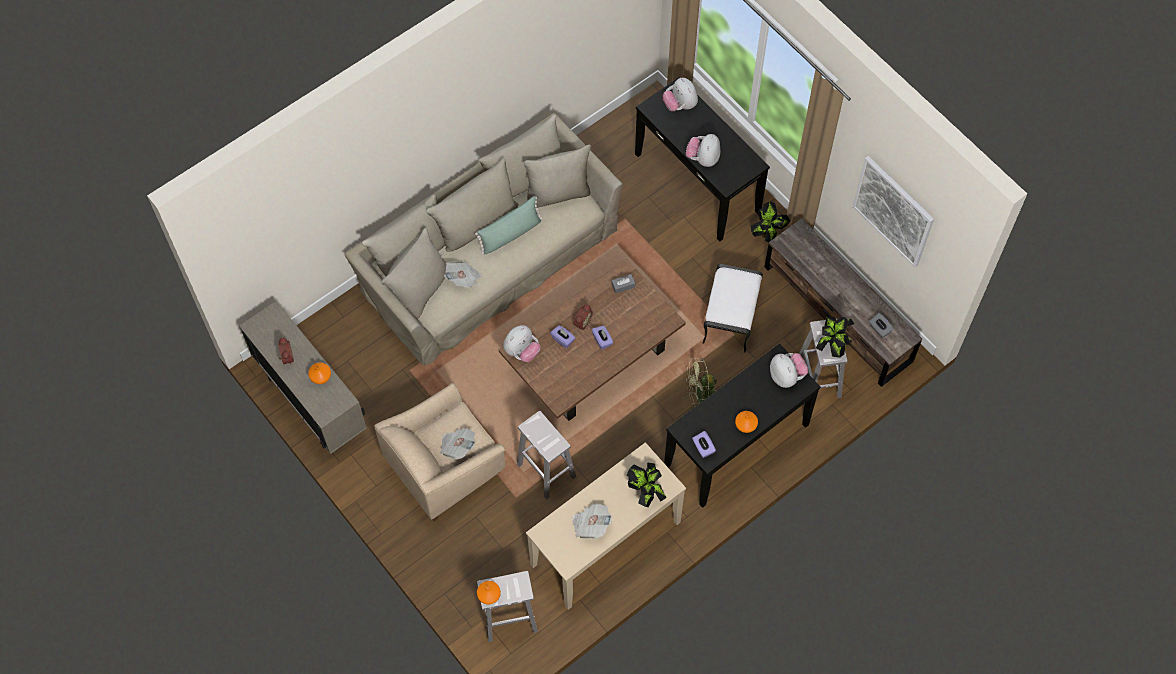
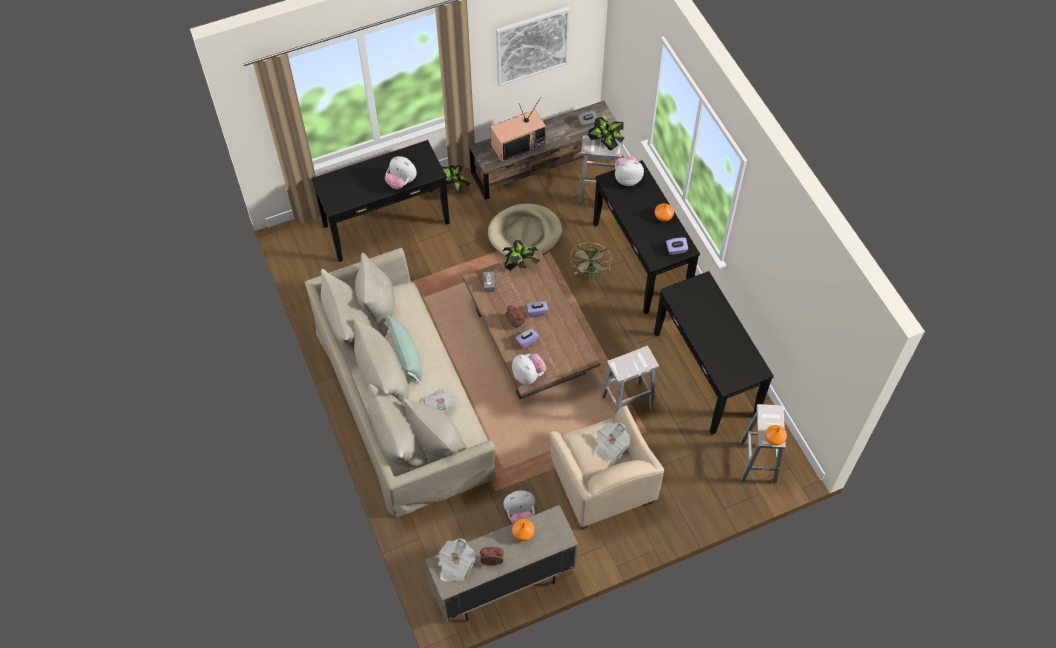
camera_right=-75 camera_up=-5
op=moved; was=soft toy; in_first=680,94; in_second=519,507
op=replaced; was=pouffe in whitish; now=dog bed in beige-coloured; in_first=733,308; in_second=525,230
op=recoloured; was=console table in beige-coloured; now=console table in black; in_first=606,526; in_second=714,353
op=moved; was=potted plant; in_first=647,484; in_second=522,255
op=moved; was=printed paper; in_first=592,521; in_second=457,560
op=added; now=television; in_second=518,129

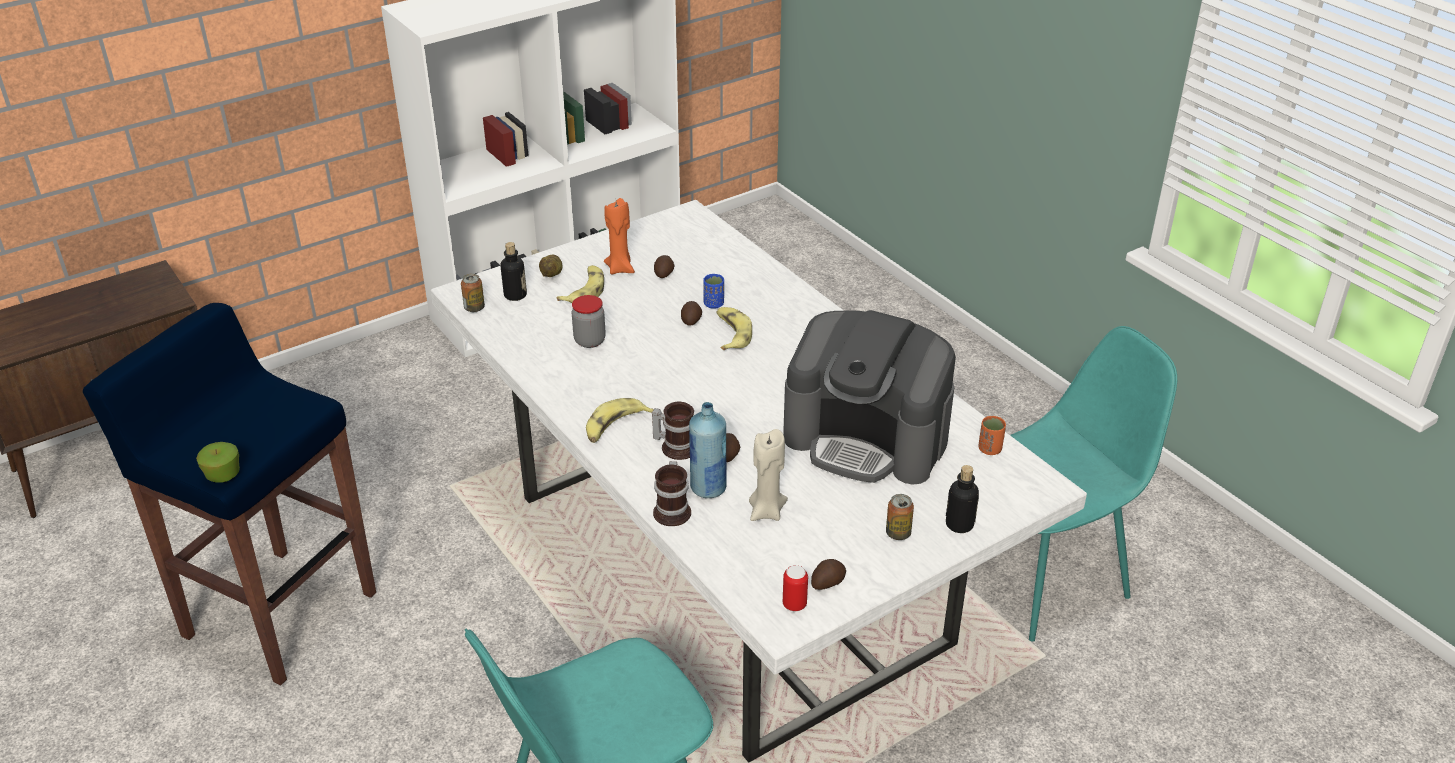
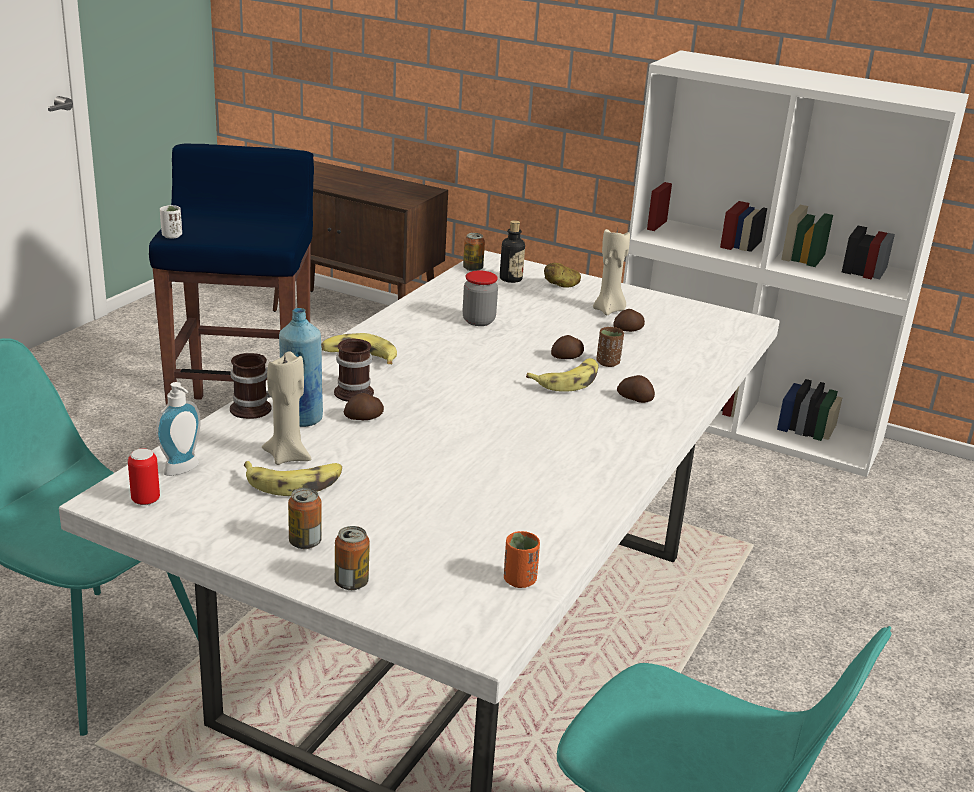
camera_right=60 camera_up=-10
op=recoloured; was=wax light in orange-coloured; now=wax light in beige-coloured; in_first=619,236; in_second=611,271
op=moved; was=banana fruit; in_first=580,284; in_second=293,478
op=recoloured; was=cup in blue; now=cup in brownish; in_first=713,291; in_second=610,347
op=removed; was=coffee maker; in_first=869,397
op=replaced; was=apple; now=cup in whitish; in_first=218,462; in_second=171,222
op=replaced; was=beverage bottle; now=can; in_first=962,499; in_second=352,558
op=moved; was=potato; in_first=828,574; in_second=636,389
op=added; now=soap bottle; in_second=178,429

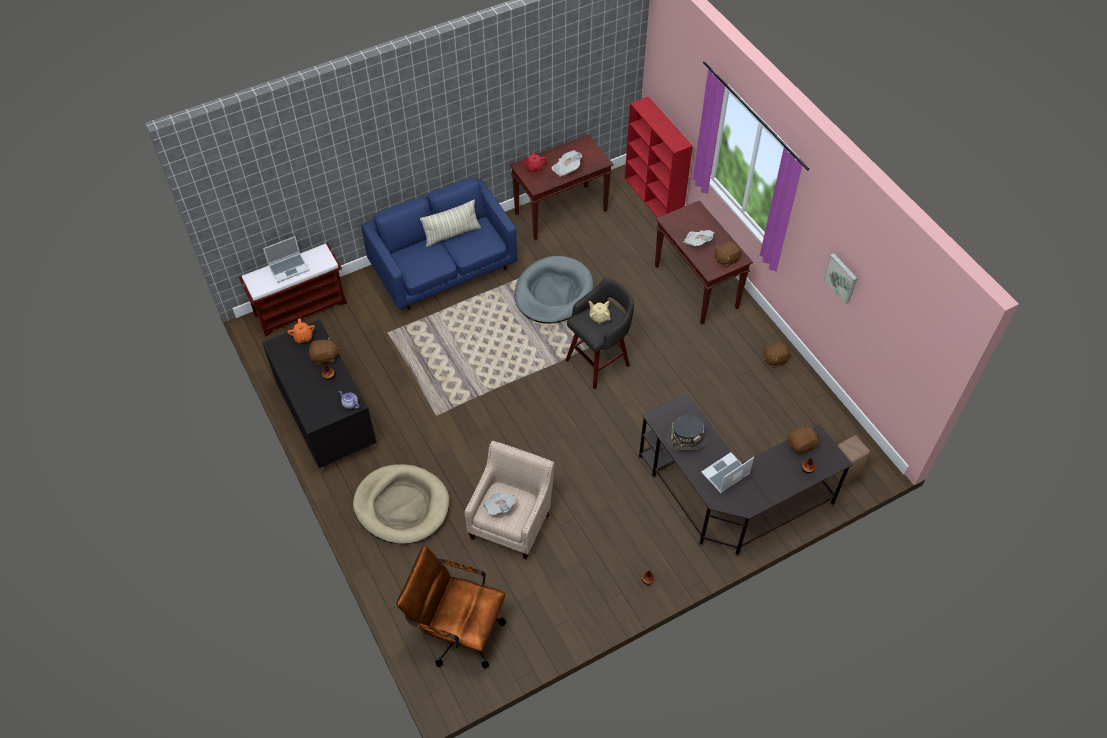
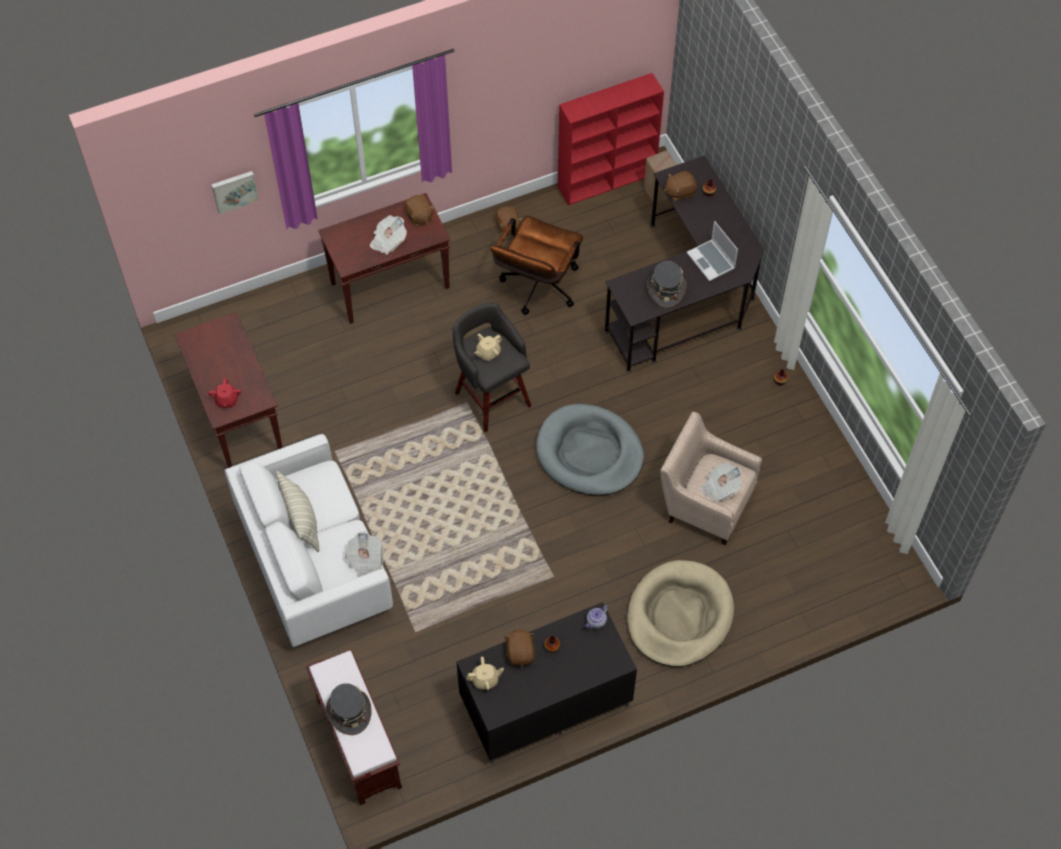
camera_right=-85 camera_up=5
op=moved; was=bookshelf in red-coloured; in_first=659,157; in_second=611,139
op=moved; was=printed paper; in_first=566,163; in_second=364,554
op=recoloured; was=couch in blue; now=couch in whitish; in_first=439,243; in_second=309,540
op=replaced; was=portable computer; now=clothing hat in gray; in_first=286,259; in_second=349,709
op=moved; was=picture; in_first=840,278; in_second=235,193
op=moved; was=dog bed in gray; in_first=554,290; in_second=590,450
op=recoloured; was=teapot in orange-coloured; now=teapot in beige-coloured; in_first=301,330; in_second=485,673
op=turned; was=soft toy in brownish; in_first=803,439; in_second=680,186; clockwise=-90
op=moved; was=computer chair in brownish; in_first=451,607; in_second=536,265

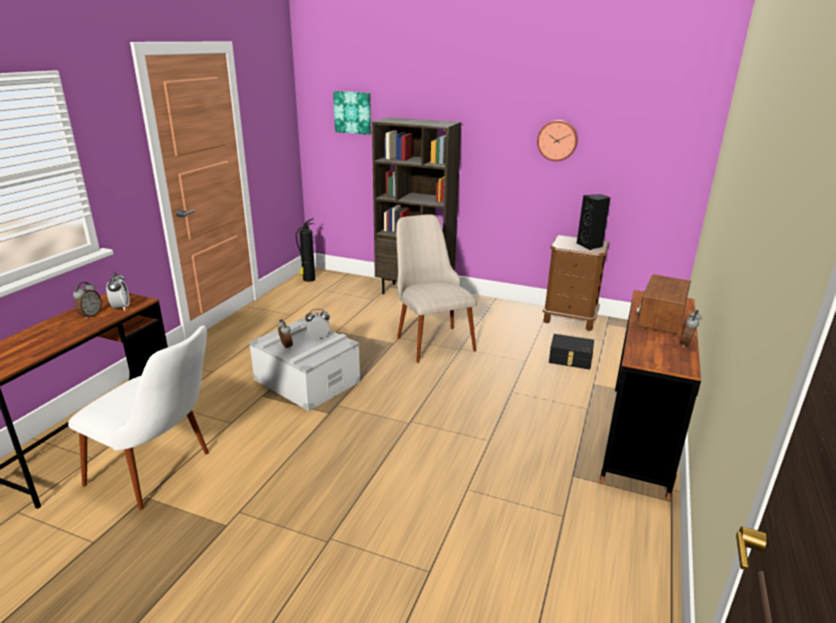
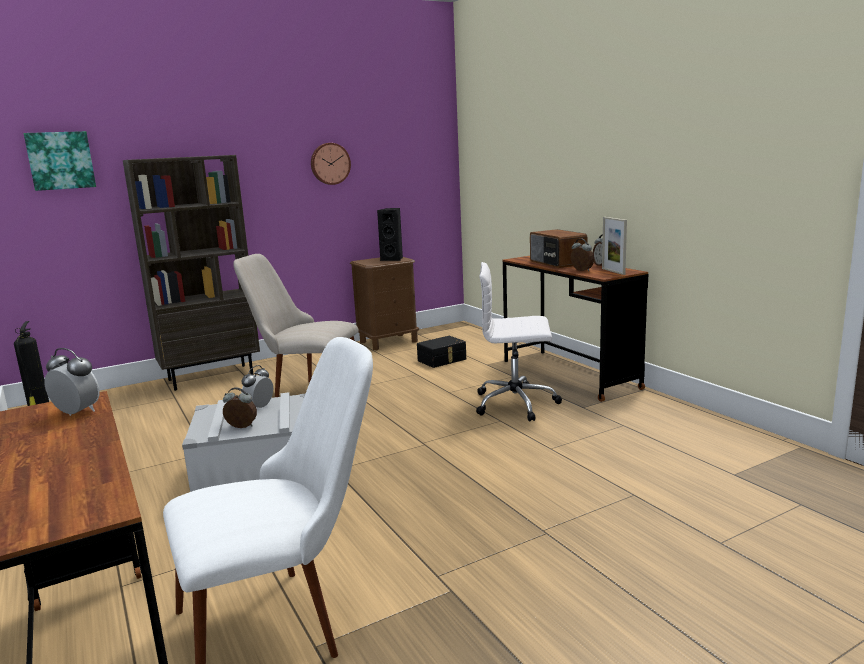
camera_right=-50 camera_up=-10
op=moved; was=table clock; in_first=87,301; in_second=582,254
op=added; now=standing frame; in_second=614,246
op=added; now=computer chair in whitish; in_second=519,342

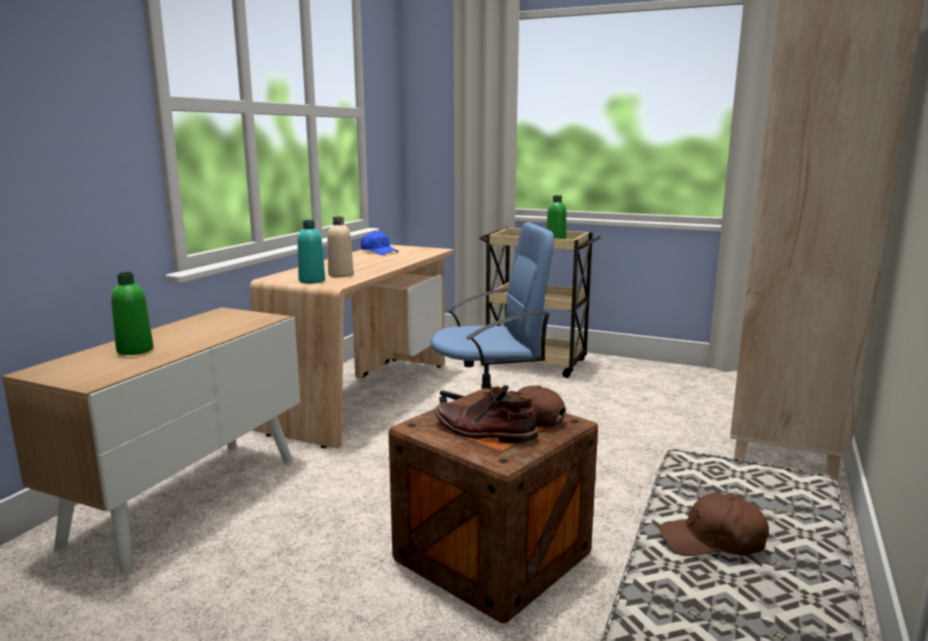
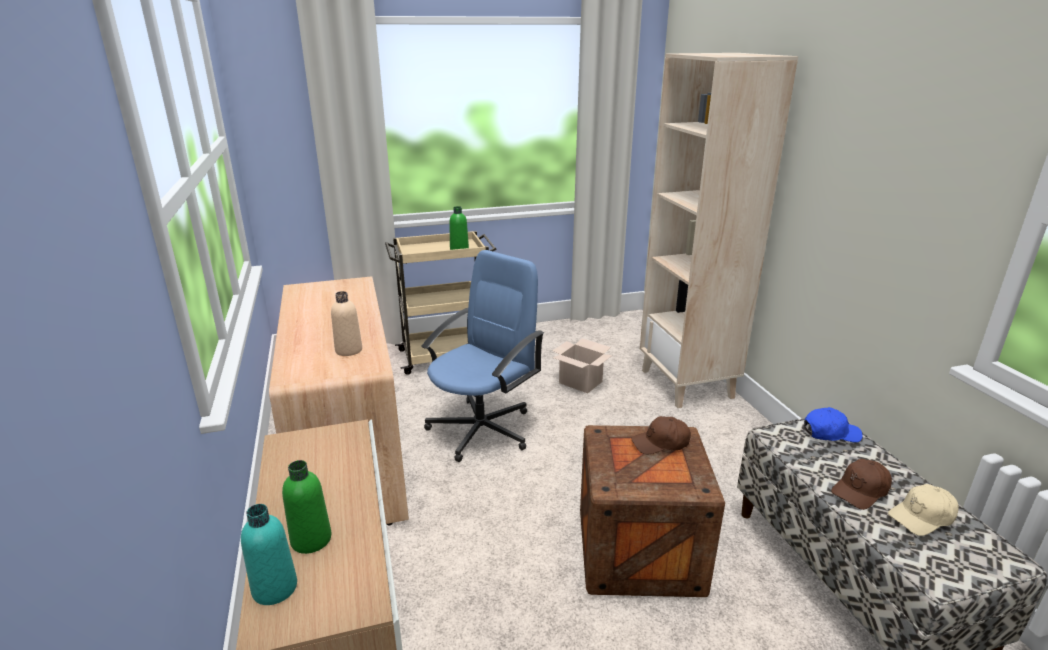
camera_right=-40 camera_up=10
op=moved; was=beverage bottle in turquoise; in_first=311,252; in_second=269,554
op=moved; was=cap in blue; in_first=380,243; in_second=833,425
op=removed; was=boot in brownish; in_first=486,415
op=added; now=carton; in_second=582,365
op=added; now=cap in beige-coloured; in_second=923,510

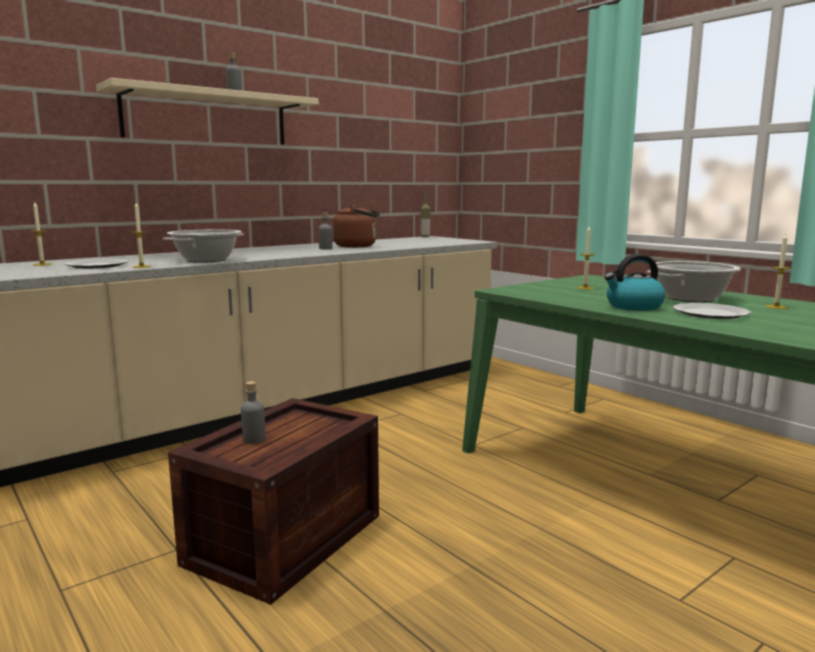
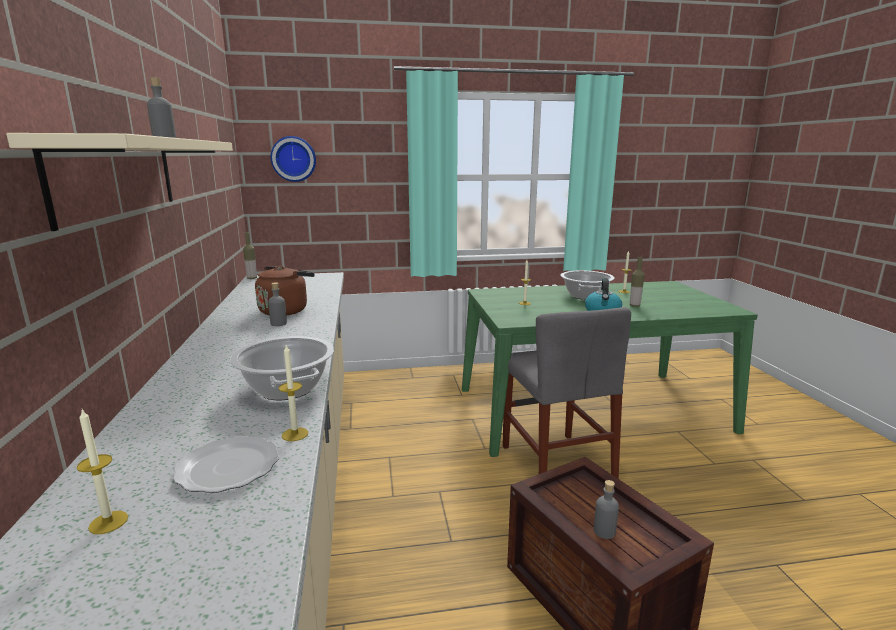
camera_right=-60 camera_up=5
op=replaced; was=plate; now=beverage bottle; in_first=712,311; in_second=637,282
op=added; now=wall clock; in_second=293,159
op=added; now=chair in gray; in_second=567,393

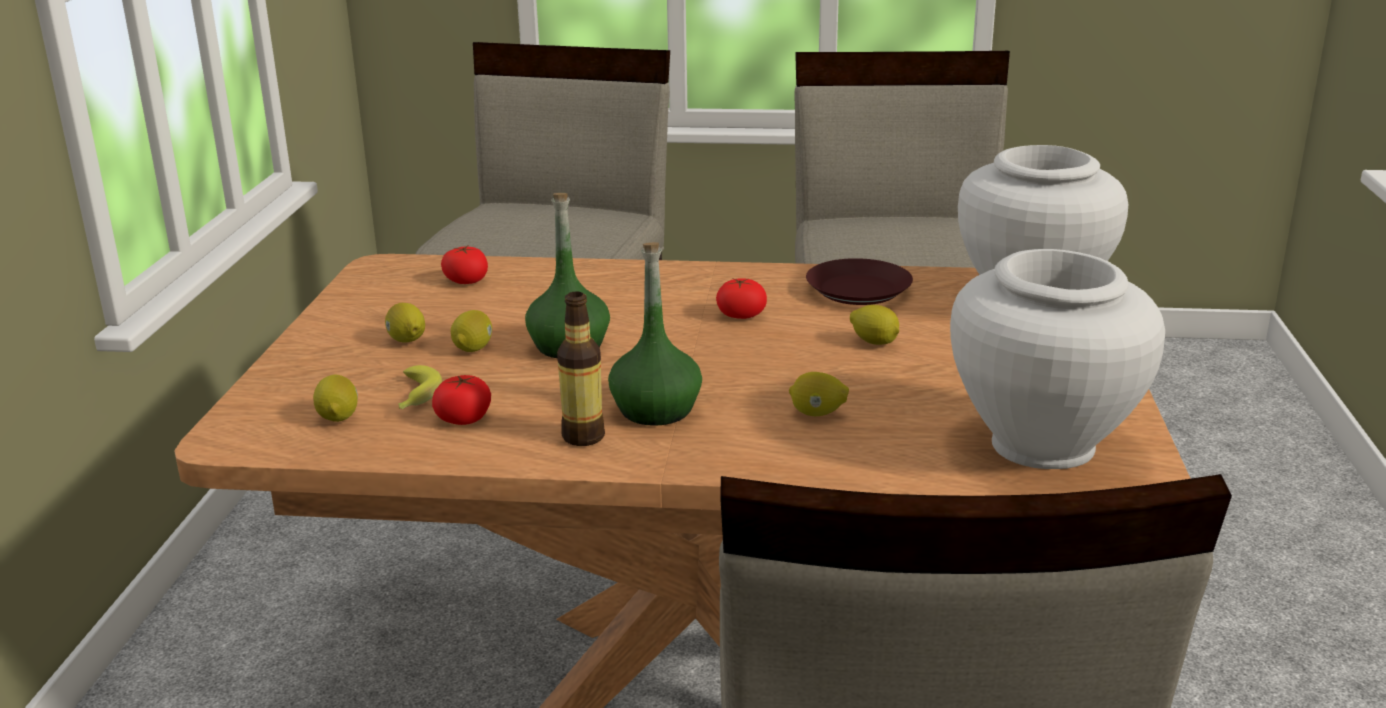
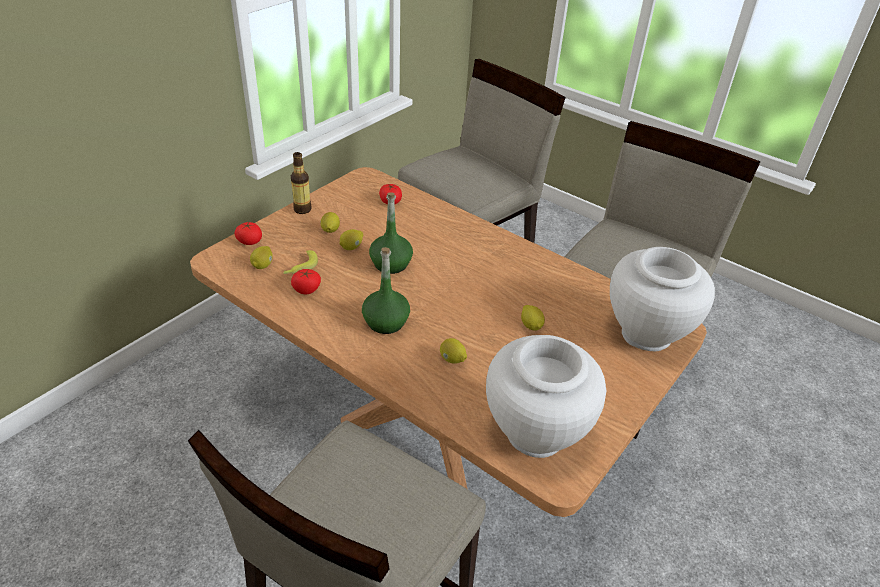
camera_right=30 camera_up=15
op=removed; was=plate in brownish; in_first=859,281
op=moved; was=fresh tomato; in_first=741,298; in_second=248,233
op=moved; was=beverage bottle; in_first=581,368; in_second=301,183

